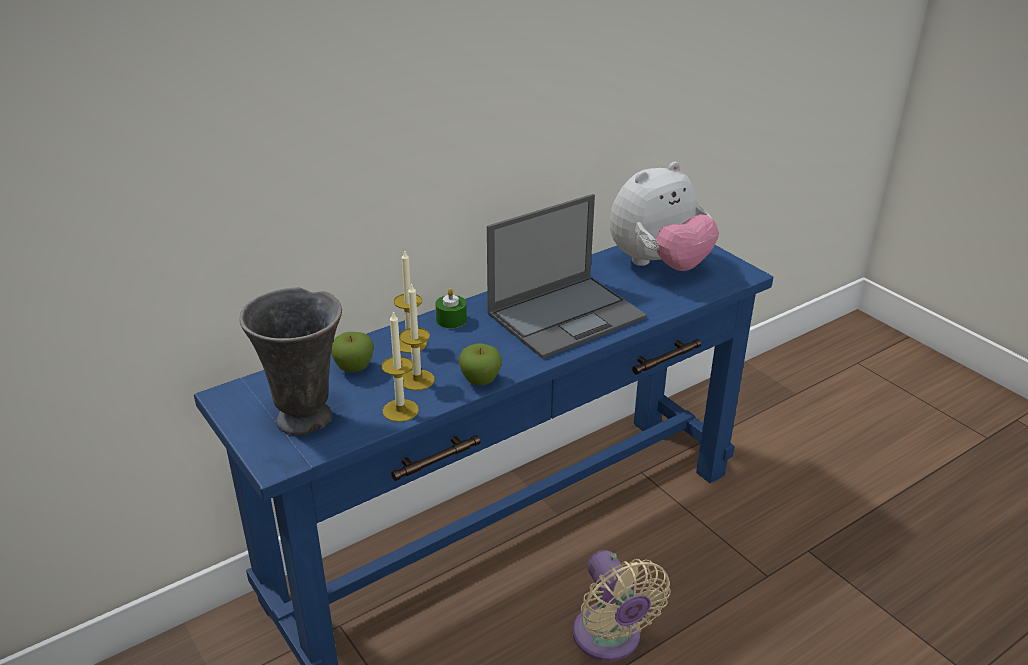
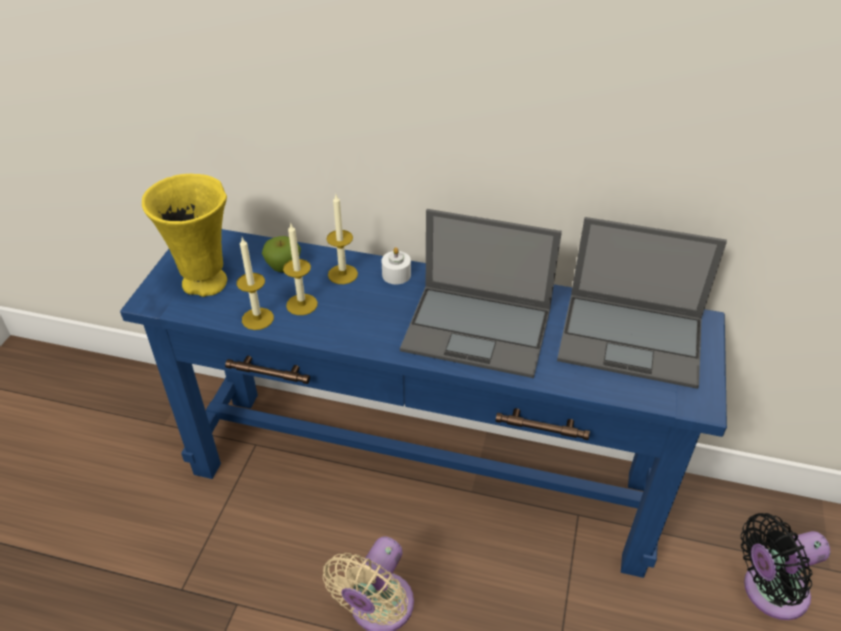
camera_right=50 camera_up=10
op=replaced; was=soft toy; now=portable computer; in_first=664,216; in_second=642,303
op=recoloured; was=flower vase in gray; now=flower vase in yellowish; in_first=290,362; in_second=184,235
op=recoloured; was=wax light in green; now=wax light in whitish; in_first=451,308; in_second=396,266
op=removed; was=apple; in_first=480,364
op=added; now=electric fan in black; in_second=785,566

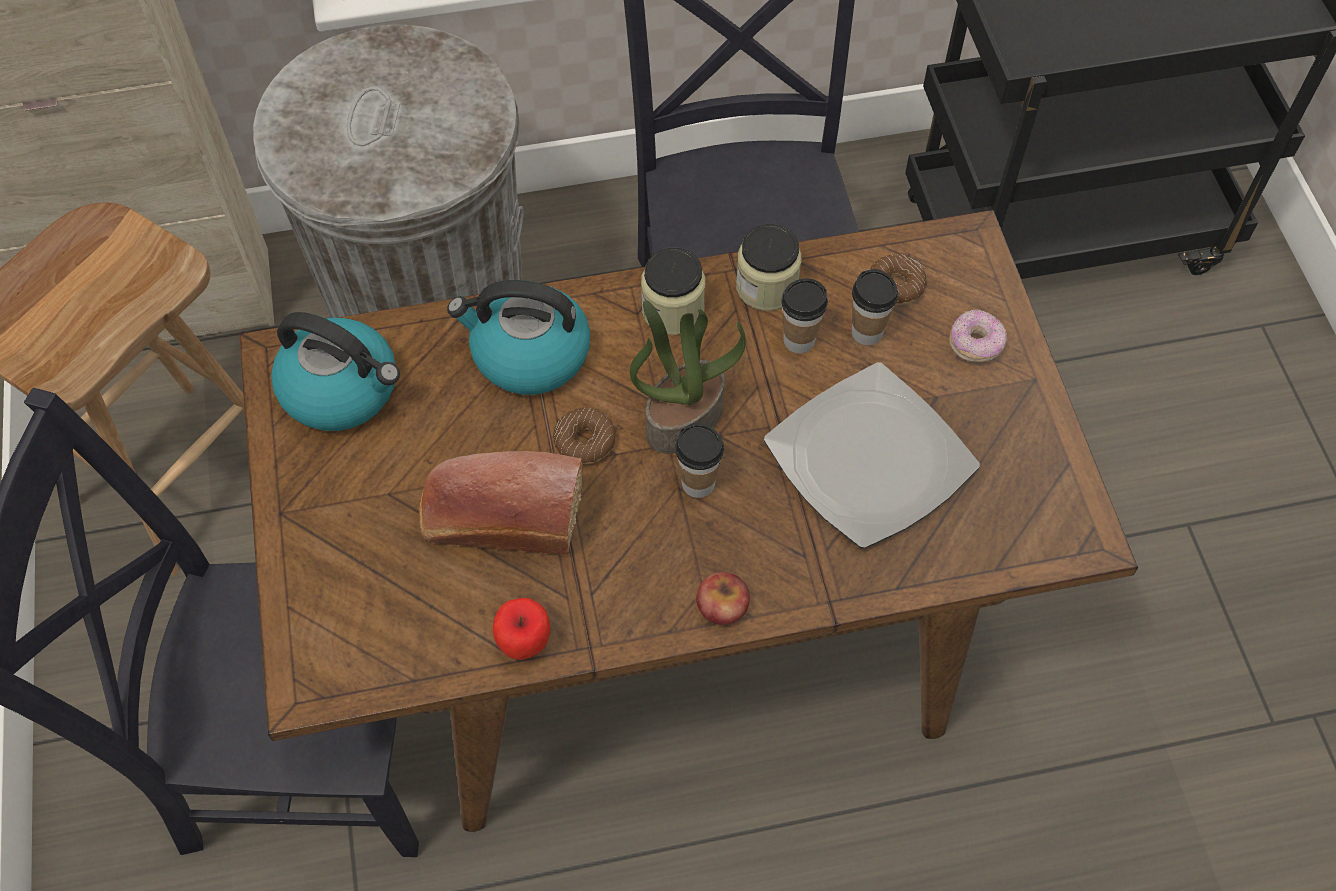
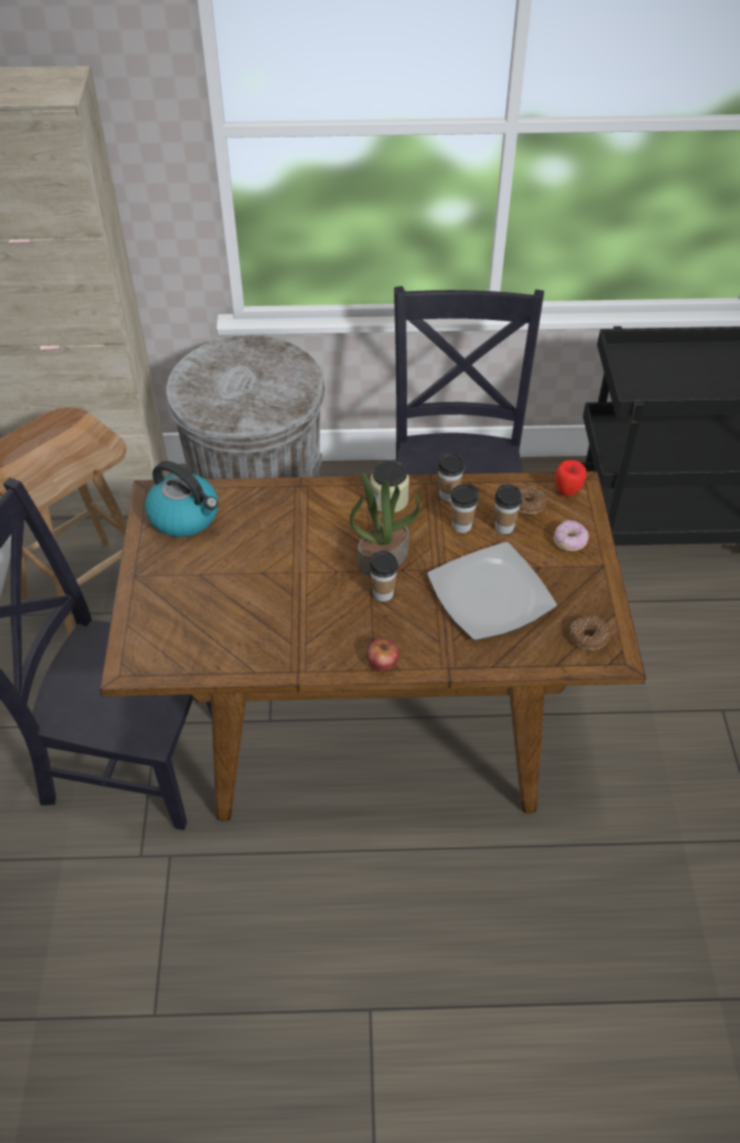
camera_right=10 camera_up=-10
op=replaced; was=jar; now=cup; in_first=769,267; in_second=451,477
op=removed; was=kettle; in_first=518,337
op=moved; was=doughnut; in_first=584,435; in_second=589,632
op=removed; was=baked bread; in_first=501,503
op=moved; was=apple; in_first=521,629; in_second=570,478

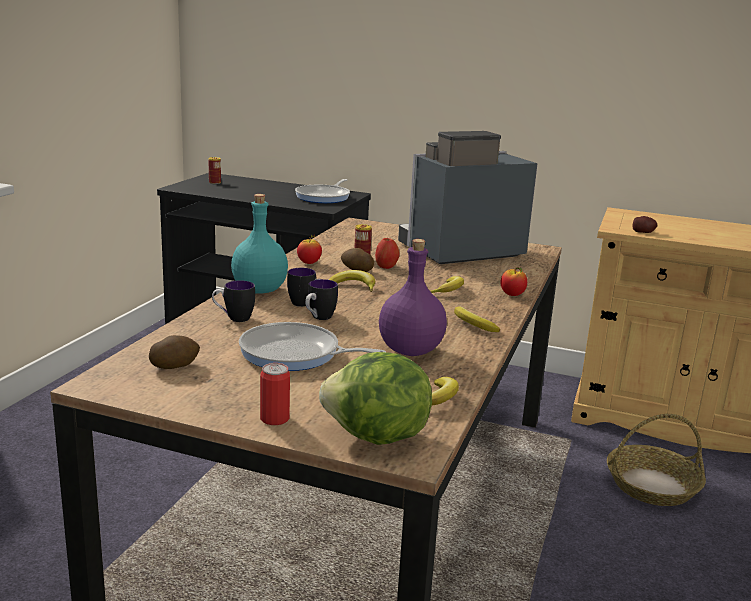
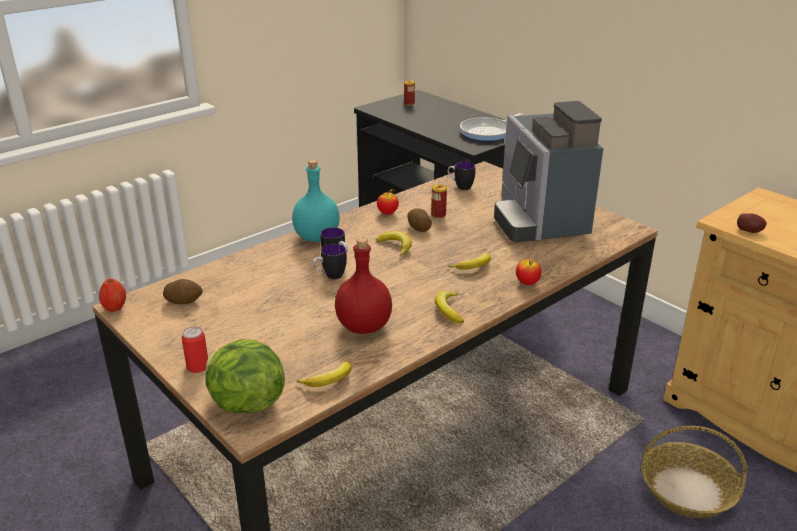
camera_right=30 camera_up=10
op=turned; was=coffee maker; in_first=468,197; in_second=548,171; clockwise=-105
op=moved; was=apple; in_first=387,253; in_second=112,295
op=recoloured; was=beverage bottle in purple; now=beverage bottle in red-coloured; in_first=413,297; in_second=363,285
op=moved; was=mug; in_first=233,301; in_second=461,176
op=removed; was=skillet; in_first=312,346

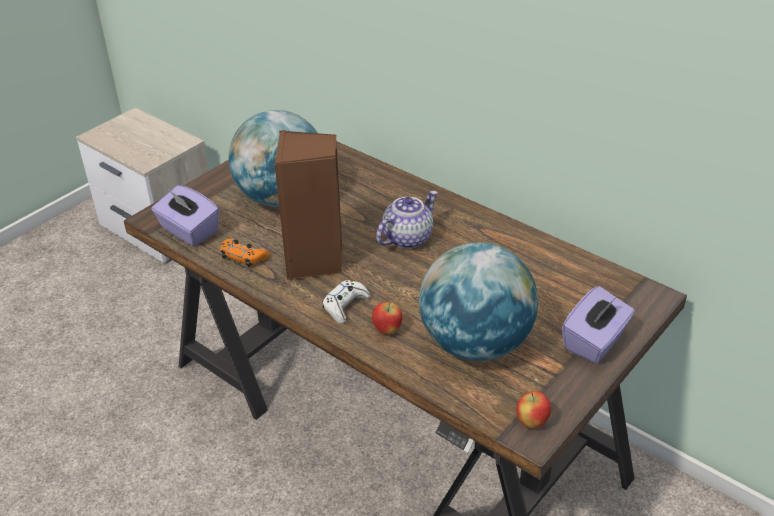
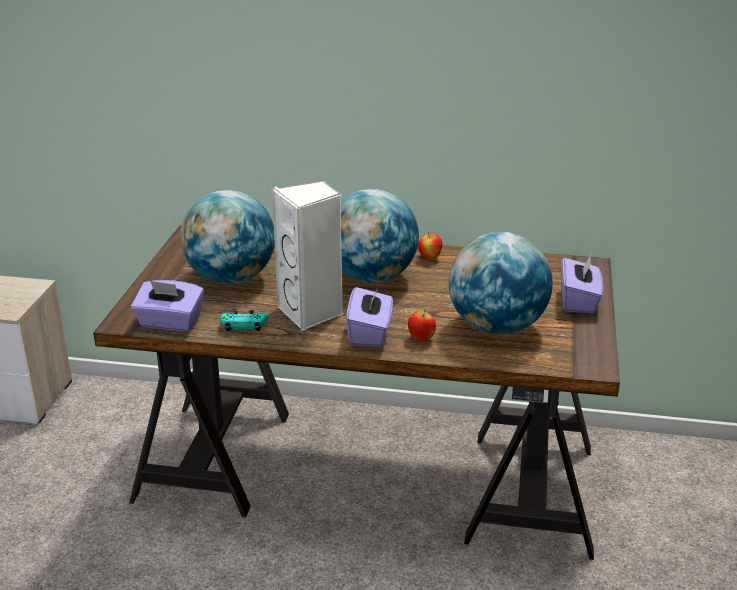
camera_right=-30 camera_up=-10
op=recoloured; was=speaker in brownish; now=speaker in whitish; in_first=309,205; in_second=307,256
op=replaced; was=teapot; now=world globe; in_first=407,220; in_second=380,236
op=recoloured; was=joypad in orange-coloured; now=joypad in turquoise; in_first=245,253; in_second=244,320
op=replaced; was=joypad in whitish; now=box of tissues in purple; in_first=346,302; in_second=369,315
op=moved; was=apple; in_first=533,409; in_second=430,246

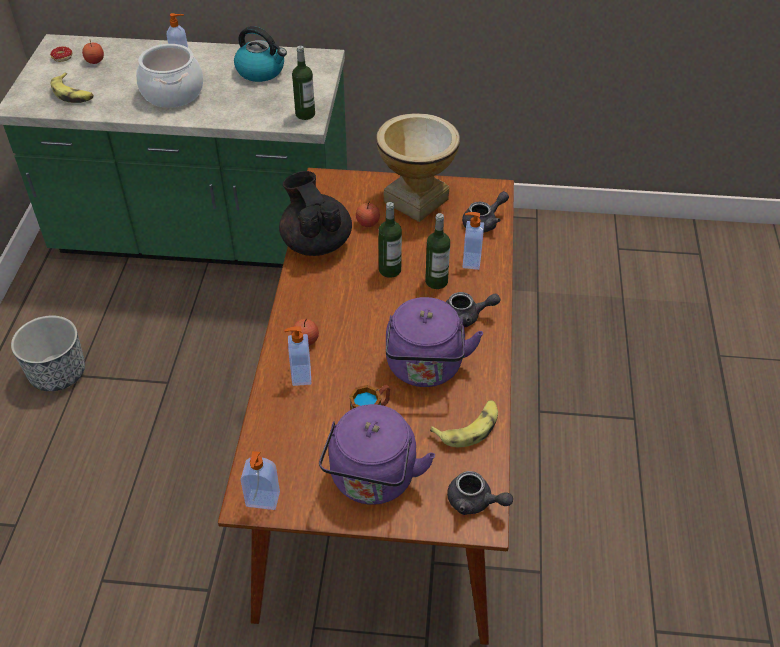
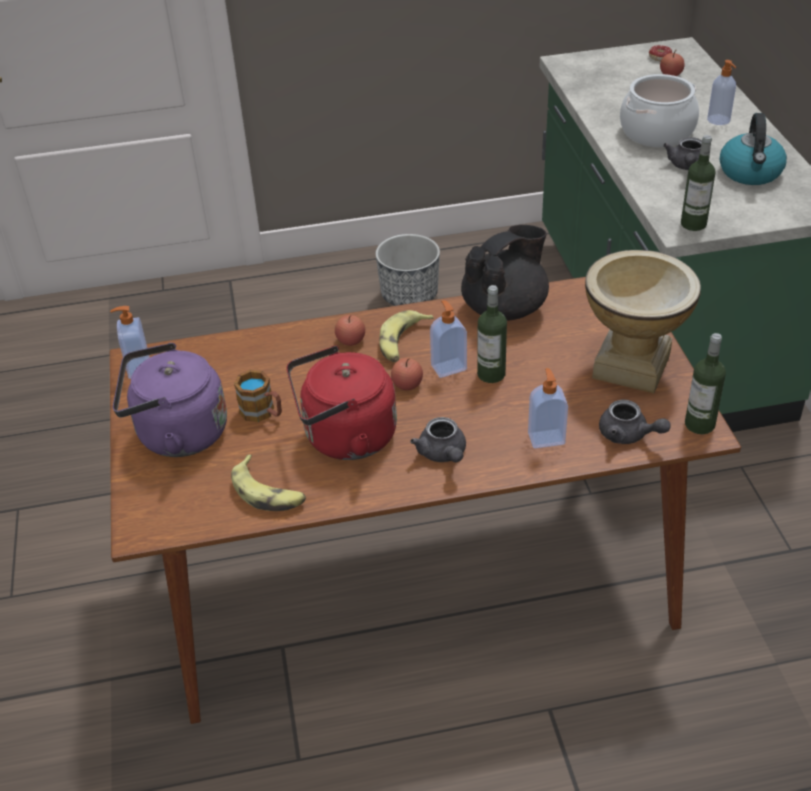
camera_right=75 camera_up=-5
op=moved; was=banana fruit; in_first=72,88; in_second=406,336
op=moved; was=apple; in_first=368,214; in_second=407,374
op=moved; was=beverage bottle; in_first=437,251; in_second=705,383
op=recoloured; was=kettle in purple; now=kettle in red-coloured; in_first=434,342; in_second=342,403
op=moved; was=soap bottle; in_first=297,356; in_second=448,339
op=moved; was=teapot in gray; in_first=480,493; in_second=682,153

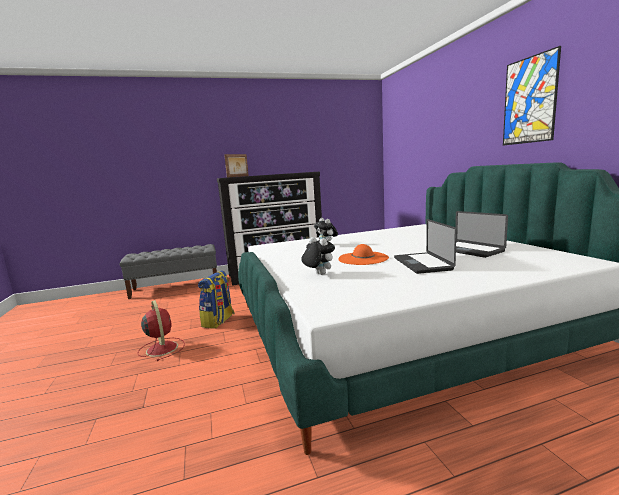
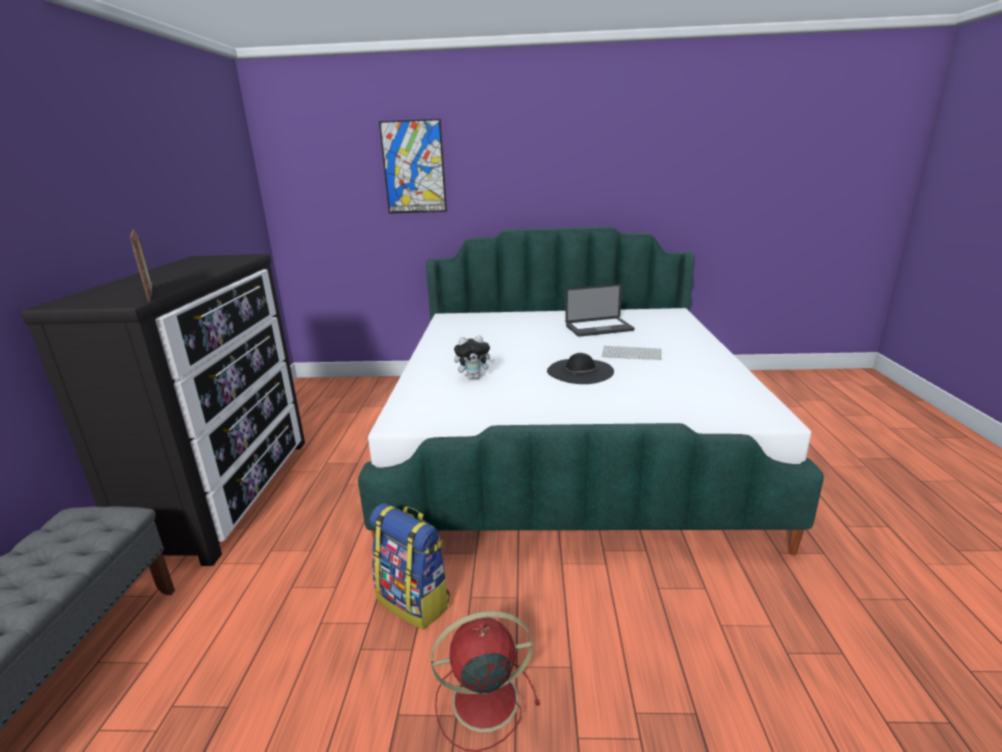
camera_right=-70 camera_up=10
op=moved; was=picture; in_first=532,96; in_second=413,166
op=replaced; was=portable computer; now=PC keyboard; in_first=425,246; in_second=631,353
op=removed; was=soft toy; in_first=318,256
op=recoloured; was=clothing hat in orange-coloured; now=clothing hat in black; in_first=363,254; in_second=580,368

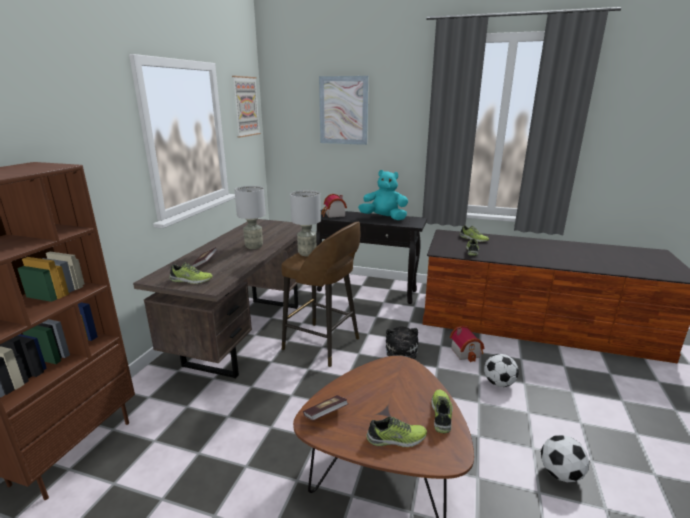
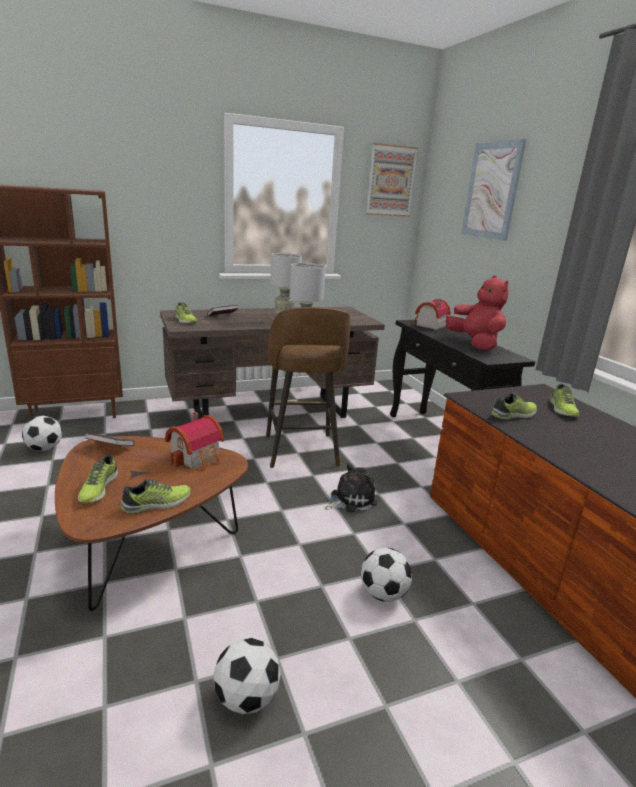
camera_right=50 camera_up=0
op=recoloured; was=soft toy in turquoise; now=soft toy in red-coloured; in_first=383,195; in_second=477,313
op=moved; was=toy house; in_first=467,343; in_second=194,441
op=turned; was=low shoe; in_first=396,432; in_second=98,479; clockwise=45
op=added; now=football; in_second=42,433

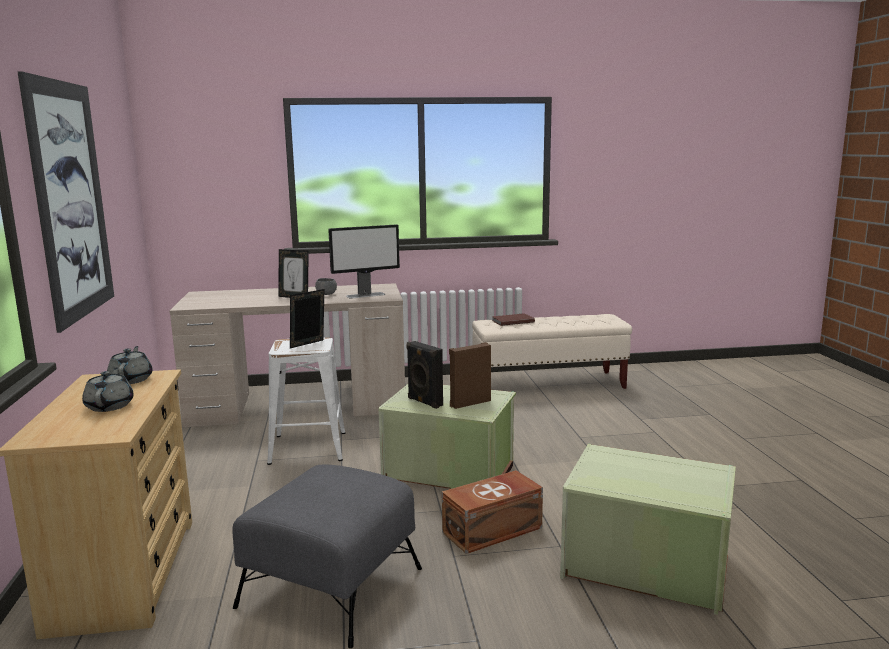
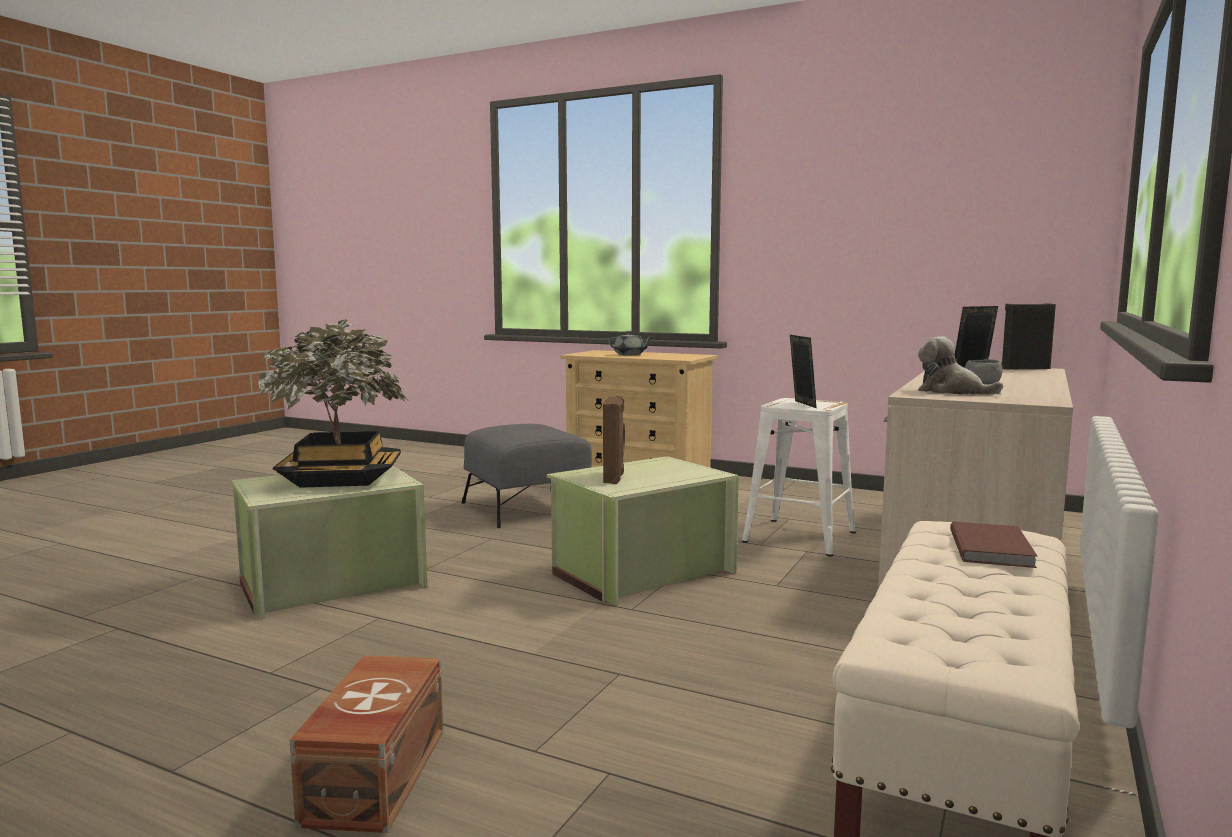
camera_right=125 camera_up=-5
op=removed; was=picture; in_first=65,202
op=replaced; was=computer screen; now=soft toy; in_first=364,261; in_second=960,365
op=moved; was=speaker in black; in_first=425,375; in_second=1028,337
op=removed; was=teapot in gray; in_first=130,365
op=moved; was=storage container in brownish; in_first=492,512; in_second=366,744
op=added; now=potted plant; in_second=332,403

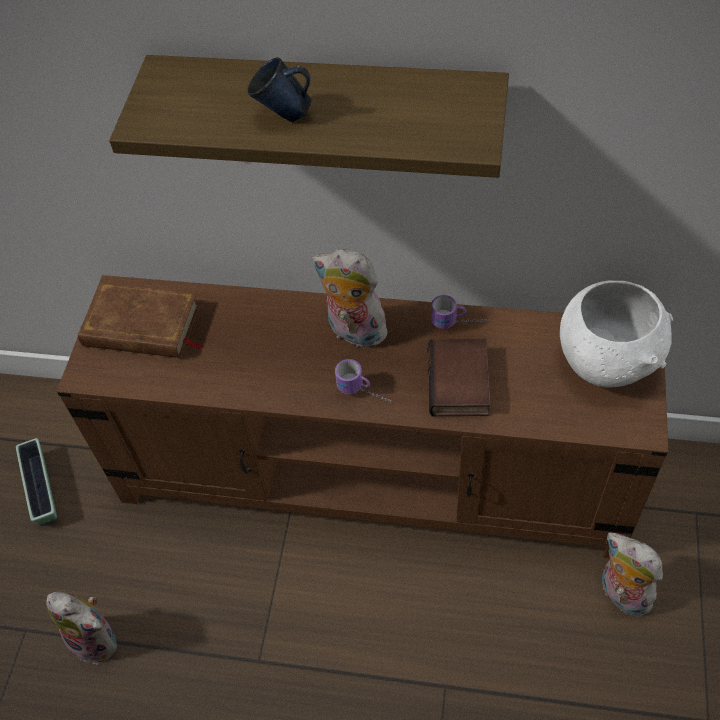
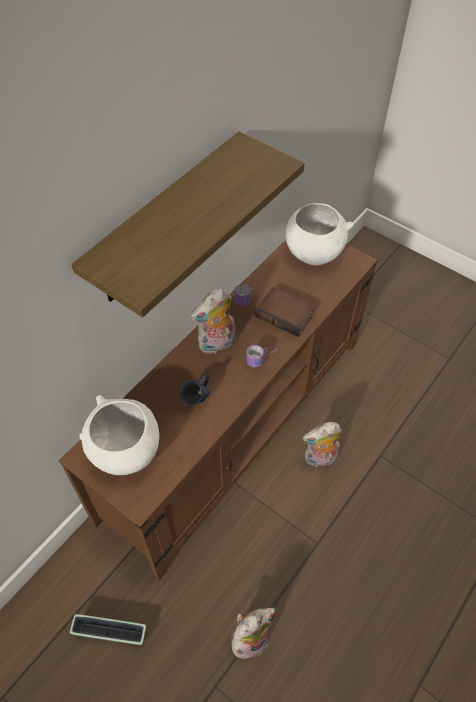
camera_right=-65 camera_up=0
op=moved; was=mug in blue; in_first=280,90; in_second=195,390
op=replaced; was=volume in brownish; now=bowl in whitish; in_first=141,320; in_second=119,435
op=moved; was=soft toy; in_first=632,574; in_second=322,445

